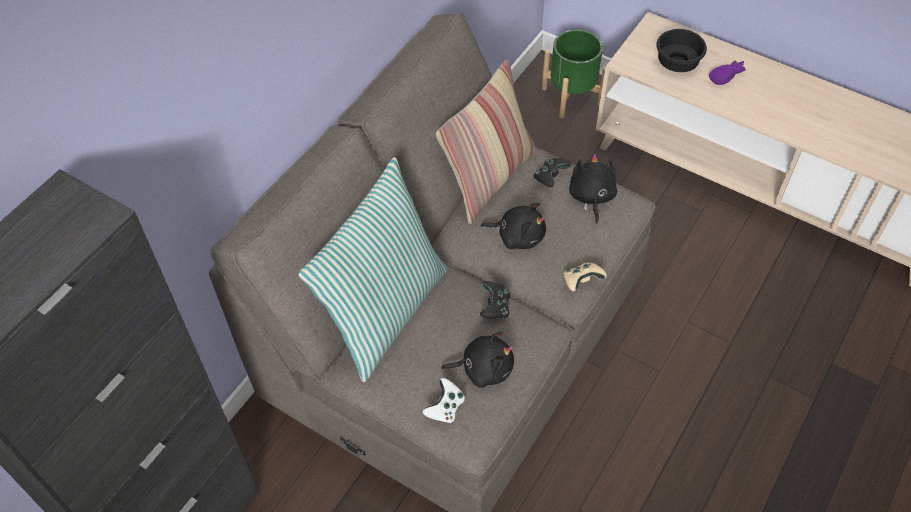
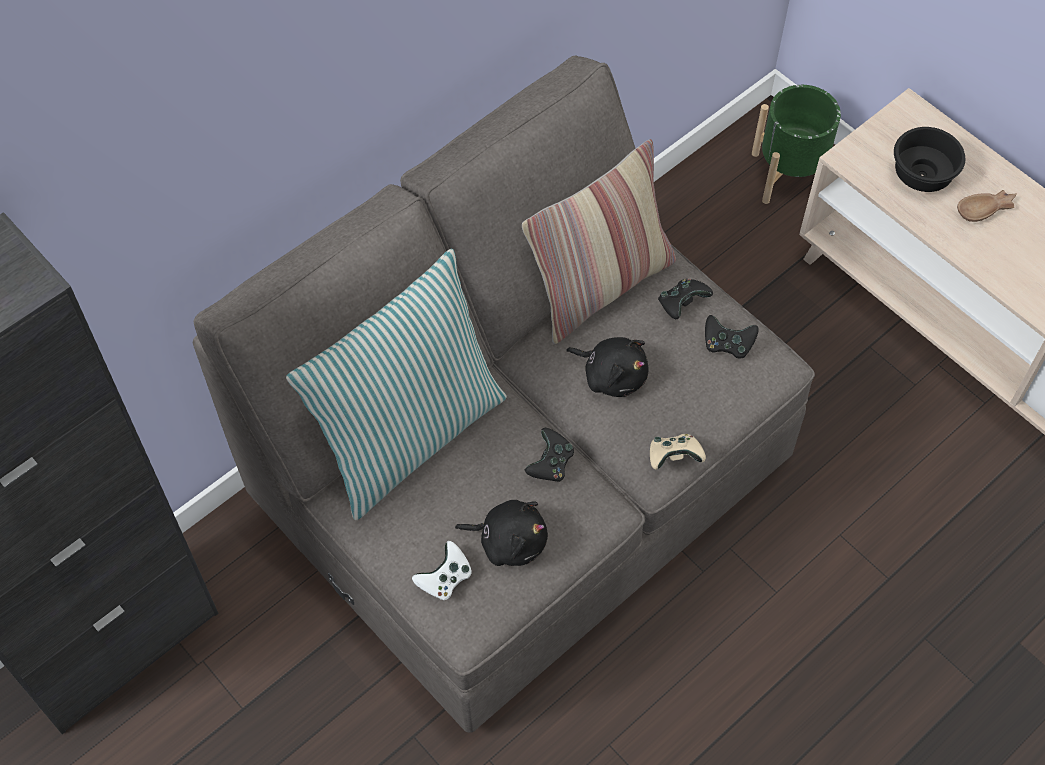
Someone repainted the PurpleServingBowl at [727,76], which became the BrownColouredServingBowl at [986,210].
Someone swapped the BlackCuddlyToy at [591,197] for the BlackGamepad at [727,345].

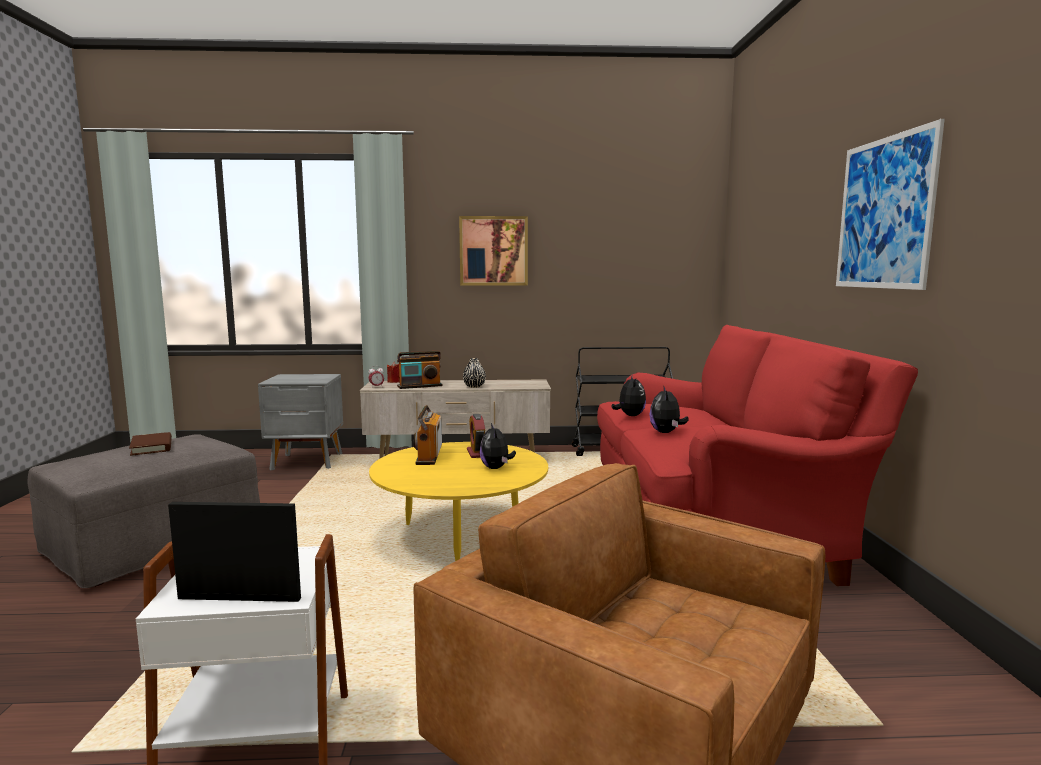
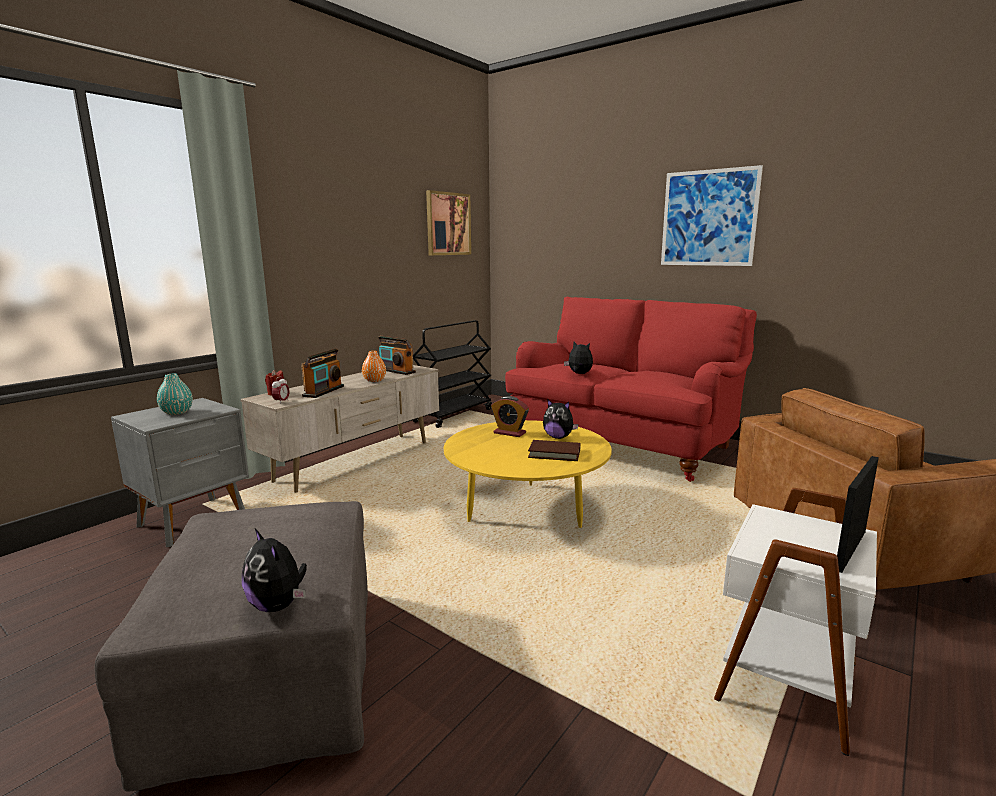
Someone carried the WallArt from [493,251] to [448,224].
Someone repainted the BlackVase at [474,386], which became the OrangeyVase at [374,380].
Someone carried the CuddlyToy from [666,432] to [278,605].
Someone carried the RadioReceiver from [428,456] to [396,371].
Someone carried the BrownColouredBook from [151,447] to [554,453].
Someone put down the TurquoiseColouredVase at [177,412].

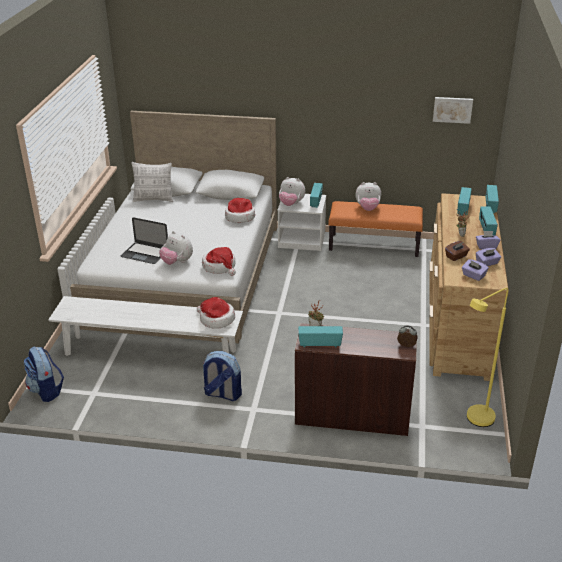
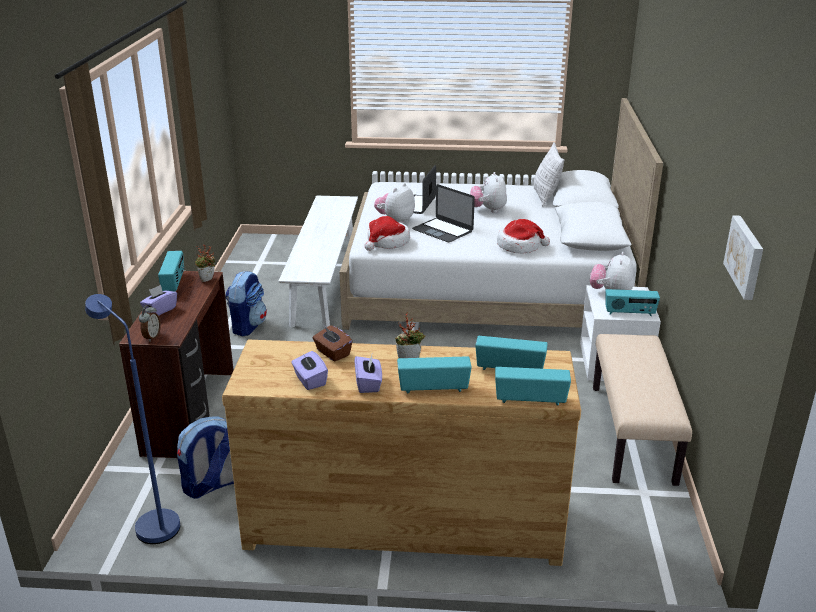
Someone carried the CuddlyToy from [367,208] to [488,210].
Someone repainted the OrangeyIndoorBench at [374,245], which became the SandColouredIndoorBench at [633,434].
Someone carried the PurpleTissueHolder from [473,276] to [160,310].
Someone repainted the YellowStandardLamp at [475,420], which became the BluishStandardLamp at [152,522].
Someone took away the Hat at [216,319].
Someone carried the Rucksack from [46,391] to [211,485].
Someone put down the PortableComputer at [442,230].

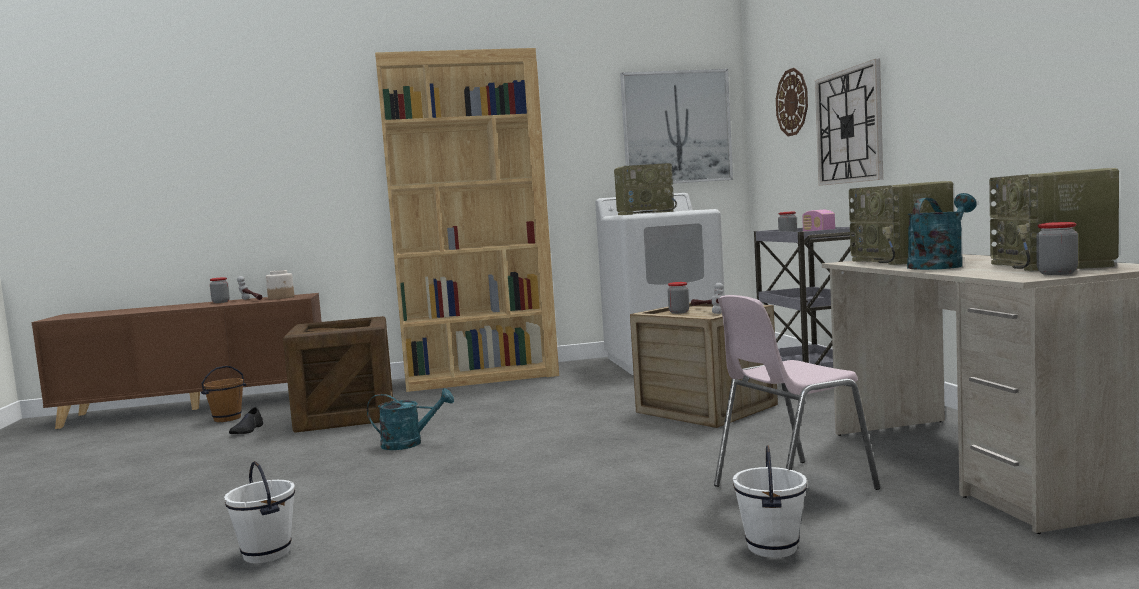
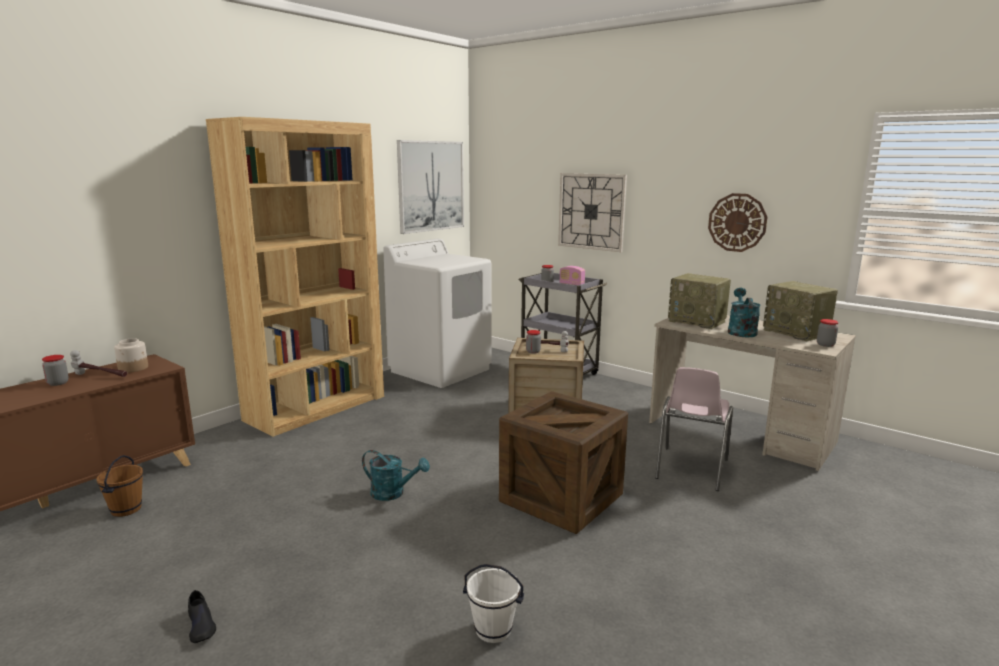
Someone carried the WallClock from [792,102] to [737,222].
Someone took away the RadioReceiver at [646,213].
Someone carried the ShippingCrate from [346,415] to [561,498].
Someone rotated the TurquoiseColouredSprinklingCan at [409,443] by 60 degrees clockwise.
Someone carried the BlackItemOfFootwear from [247,430] to [201,625].
Someone took away the WhiteBucket at [773,548].

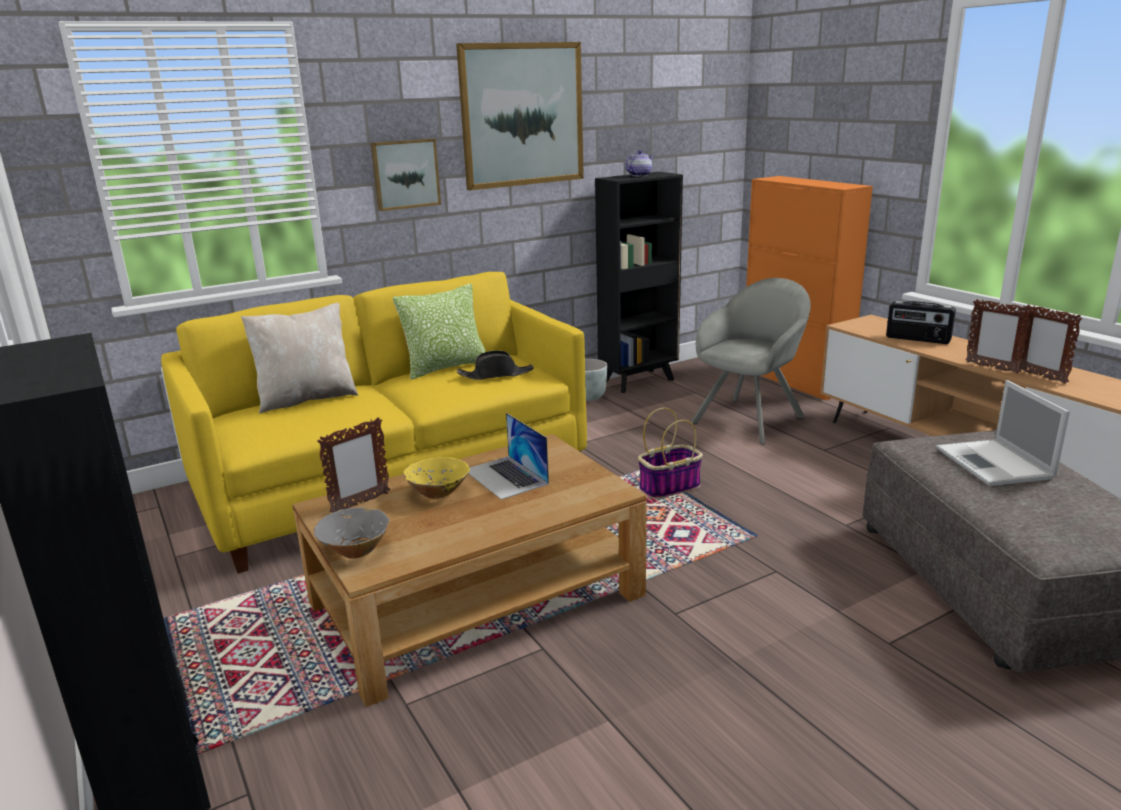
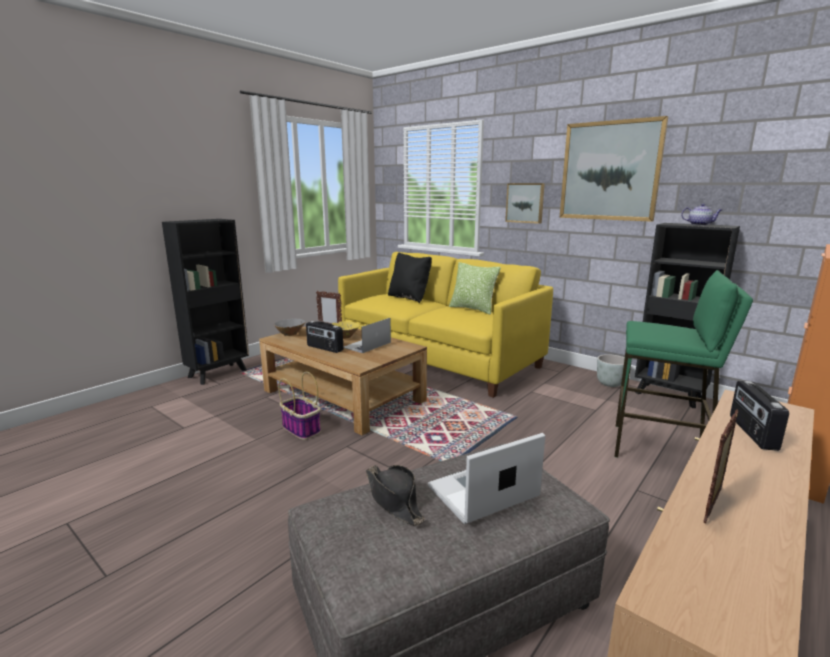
Someone swapped the GreyishLoungeChair at [751,418] for the GreenishSittingStool at [660,448].
Someone took away the PictureFrame at [991,367].
Someone repainted the SandColouredCushion at [307,399], which became the BlackCushion at [409,298].
Someone carried the BlackHat from [496,375] to [394,500].
Someone carried the StorageBasket from [670,487] to [302,429].
Someone put down the RadioReceiver at [324,348].

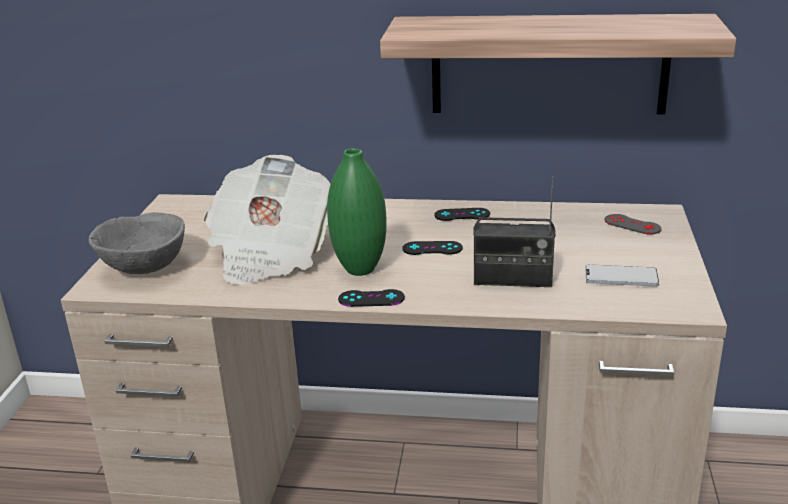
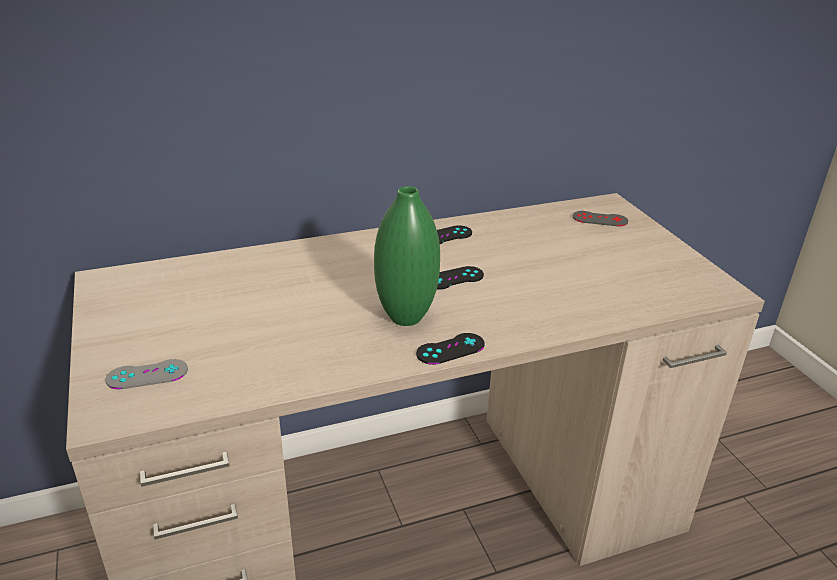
Someone took away the BracketShelf at [548,65].
Someone took away the PrintedPaper at [270,252].
Someone took away the RadioReceiver at [512,279].
Someone swapped the GreyishServingBowl at [143,268] for the GreyishGamepad at [147,375].
Someone took away the Handset at [621,277].

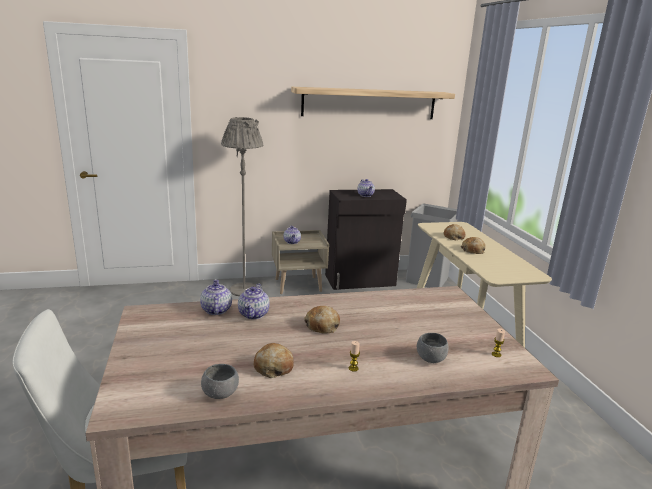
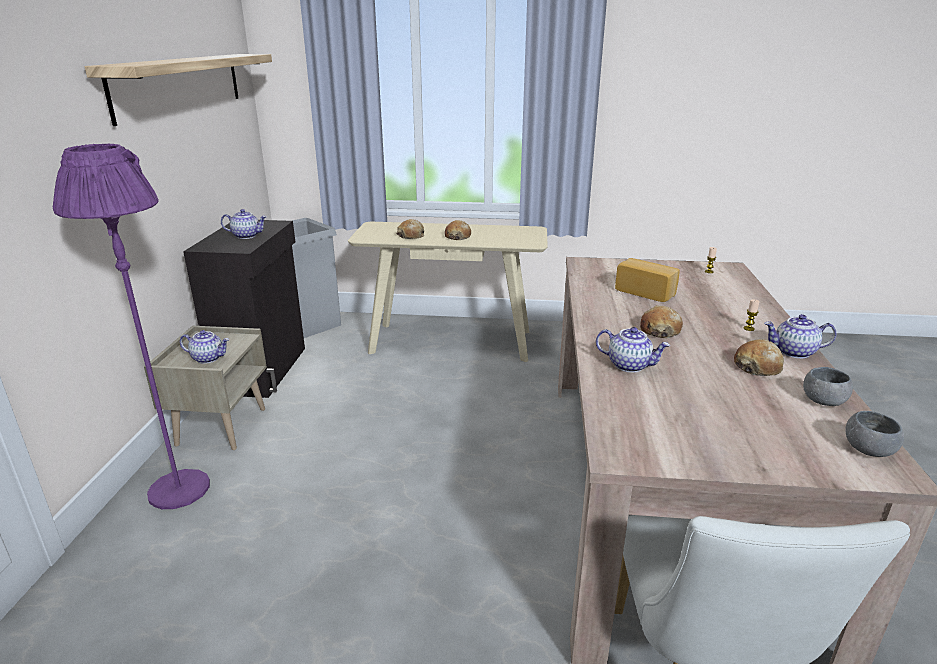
Someone repainted the GreyishStandardLamp at [244,290], which became the PurpleStandardLamp at [179,489].
Someone carried the Teapot from [216,310] to [794,352].
Someone carried the GreyishServingBowl from [430,358] to [868,450].
Someone put down the BakeryBread at [646,292].

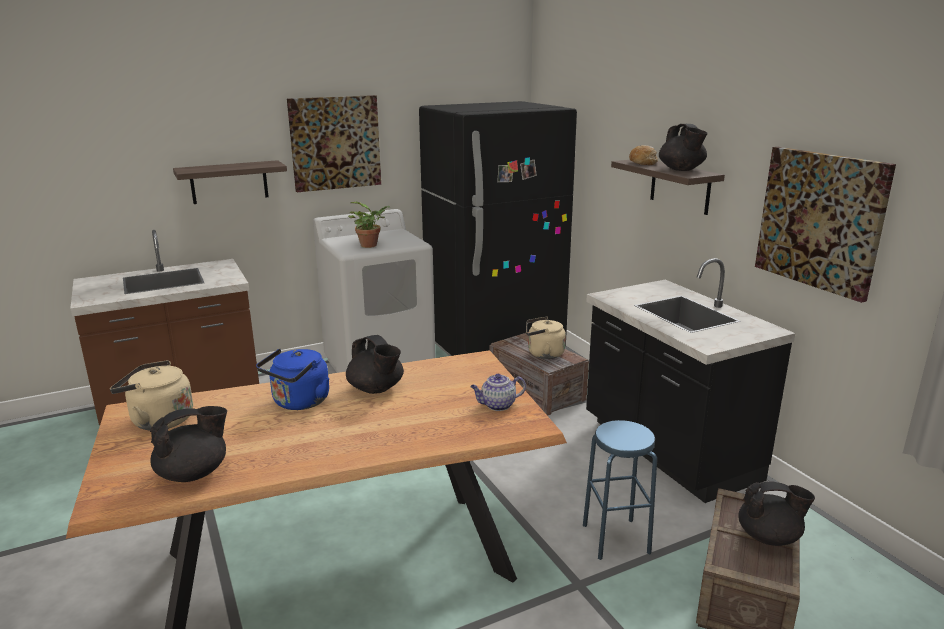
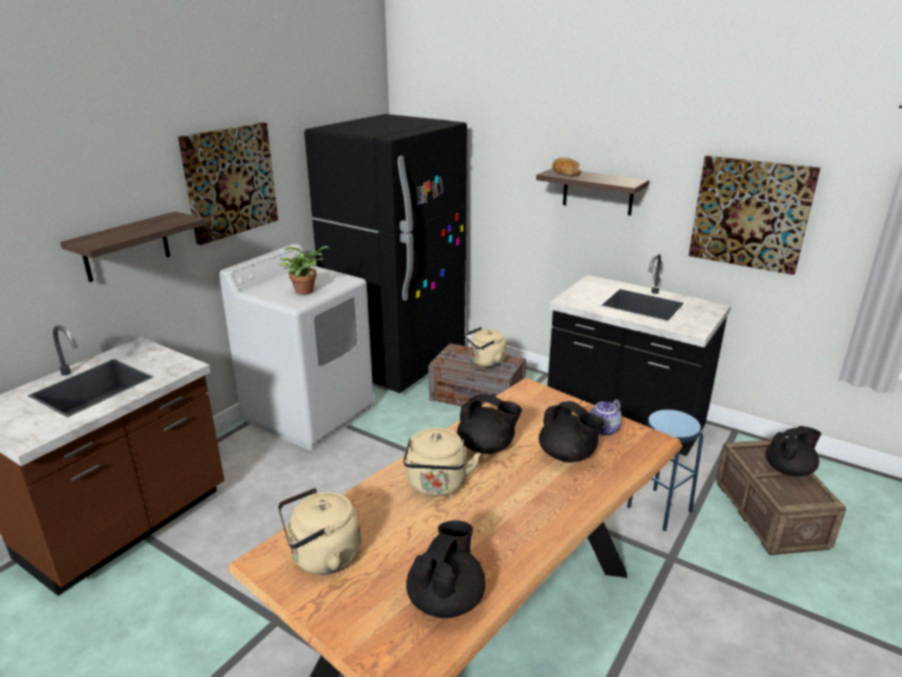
Someone carried the BlackTeapot from [681,170] to [568,455].
Someone repainted the BluishKettle at [299,403], which became the SandColouredKettle at [437,485].

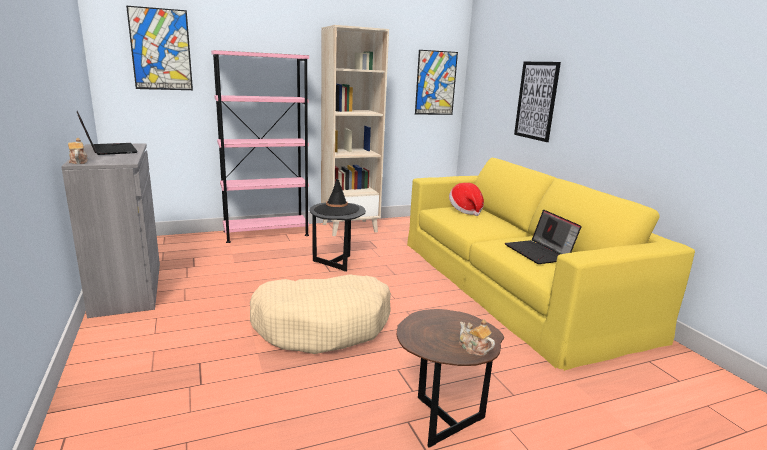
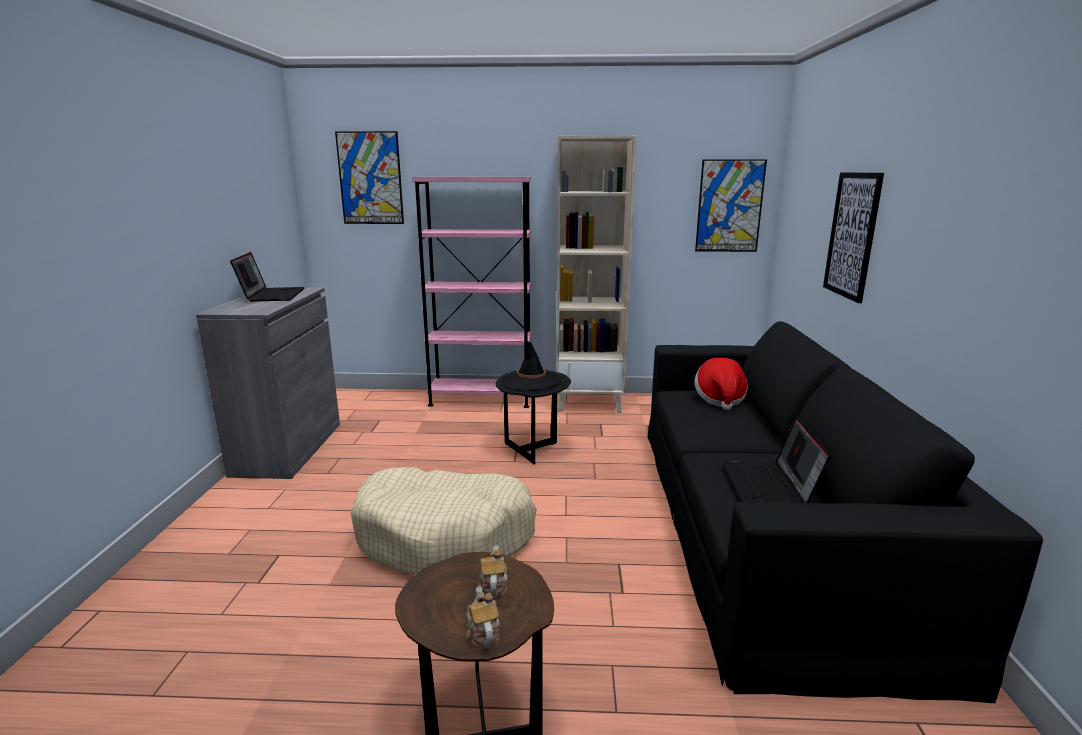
Someone carried the Teapot from [78,162] to [493,585].
Someone repainted the YellowCouch at [514,284], which became the BlackCouch at [766,524].

